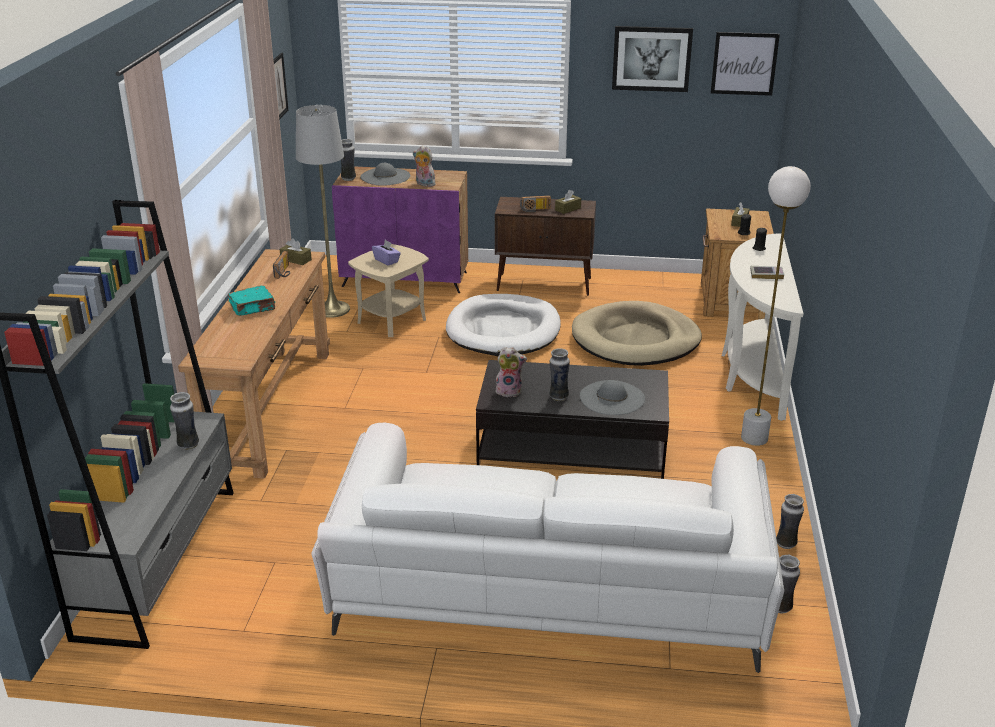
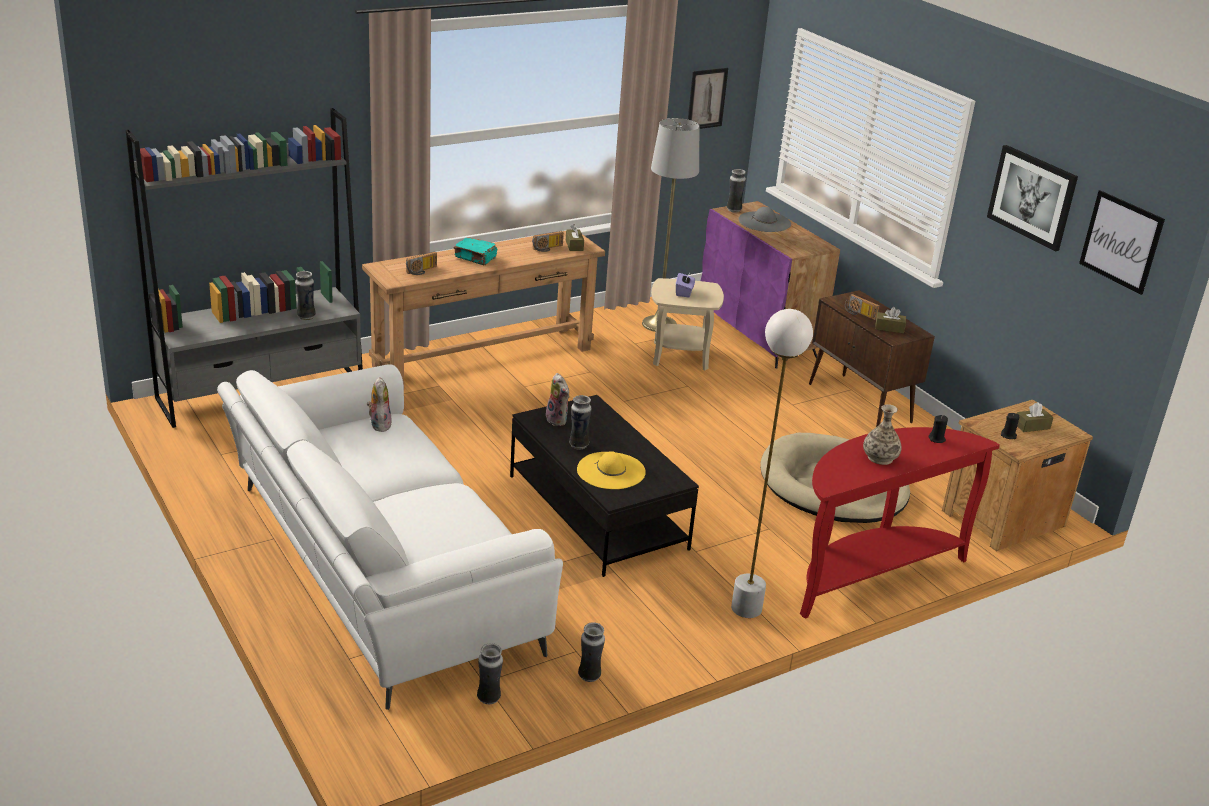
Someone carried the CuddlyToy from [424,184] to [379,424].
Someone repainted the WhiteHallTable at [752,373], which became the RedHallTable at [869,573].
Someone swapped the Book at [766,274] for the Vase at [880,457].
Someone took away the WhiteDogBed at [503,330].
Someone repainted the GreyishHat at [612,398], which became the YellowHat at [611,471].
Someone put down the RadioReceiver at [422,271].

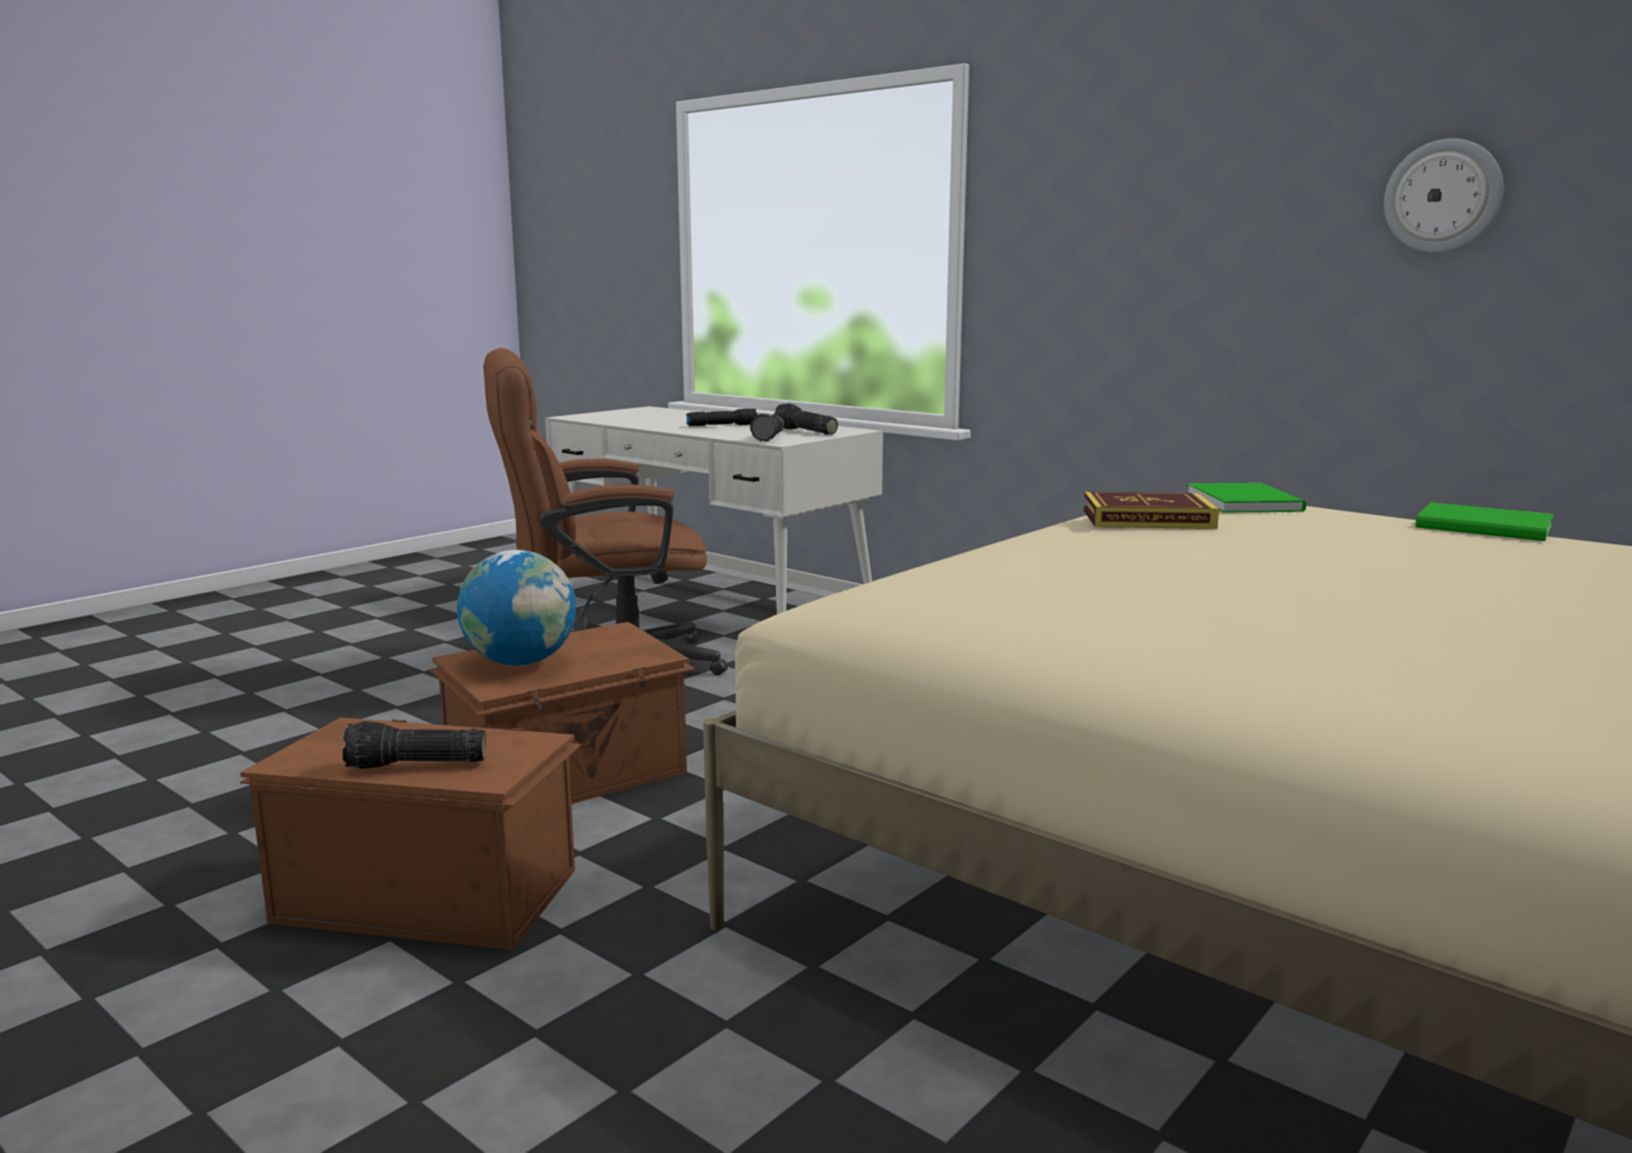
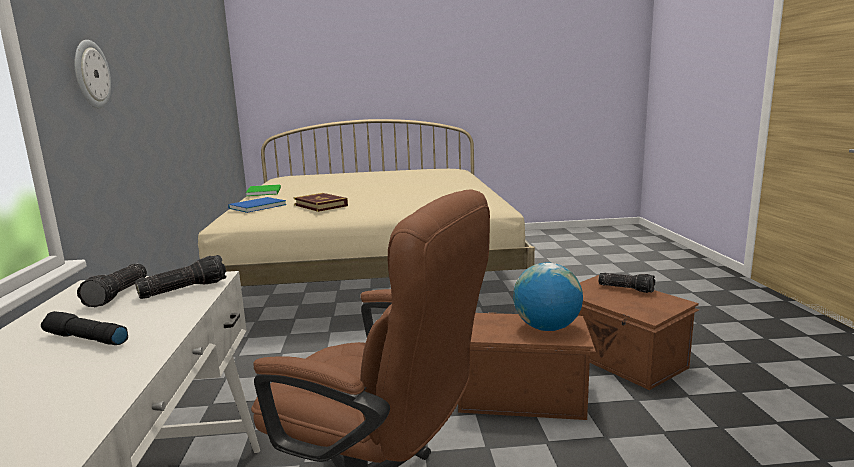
Someone carried the WallClock from [1442,196] to [91,74].
Someone repainted the GreenishBook at [1245,501], which became the BluishBook at [255,206].

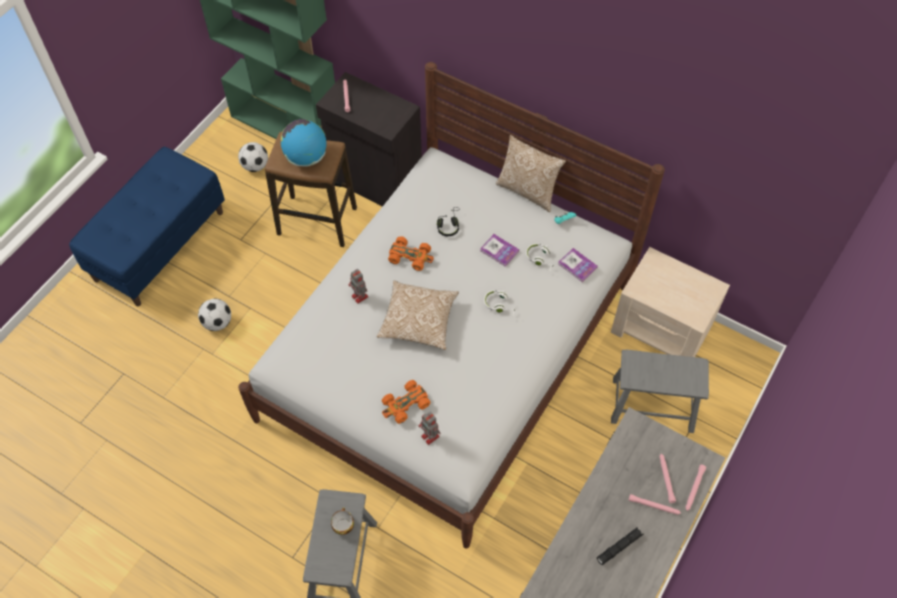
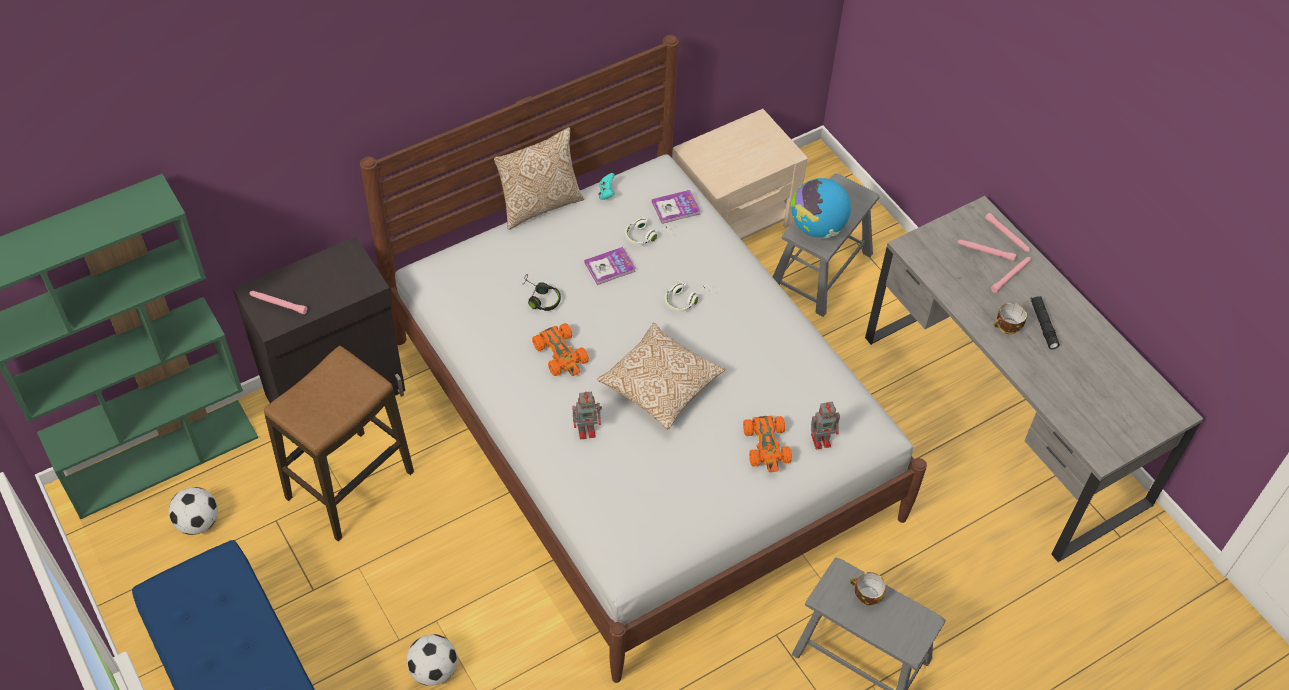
Someone carried the DeskGlobe from [306,157] to [817,227].
Someone rotated the OrangeyMiniatureCar at [410,256] by 105 degrees clockwise.
Someone put down the DrinkingCup at [1007,327].

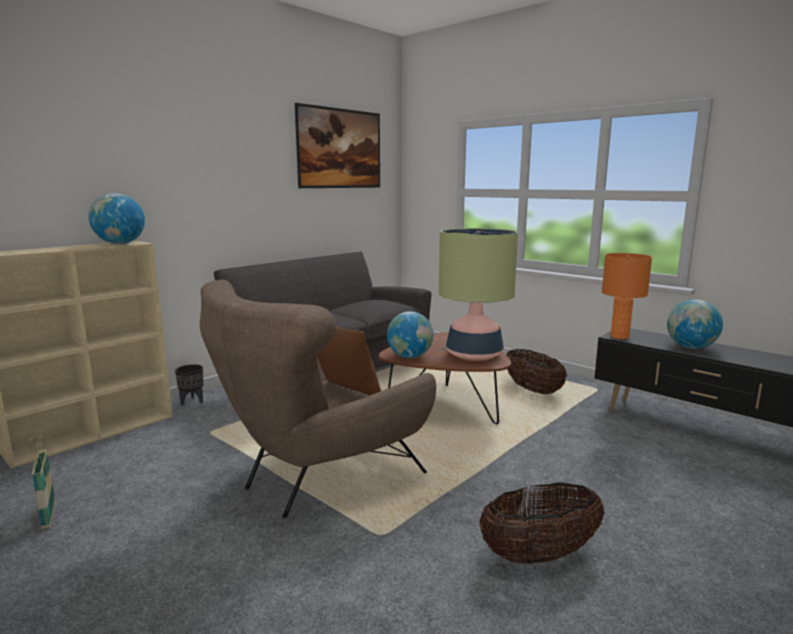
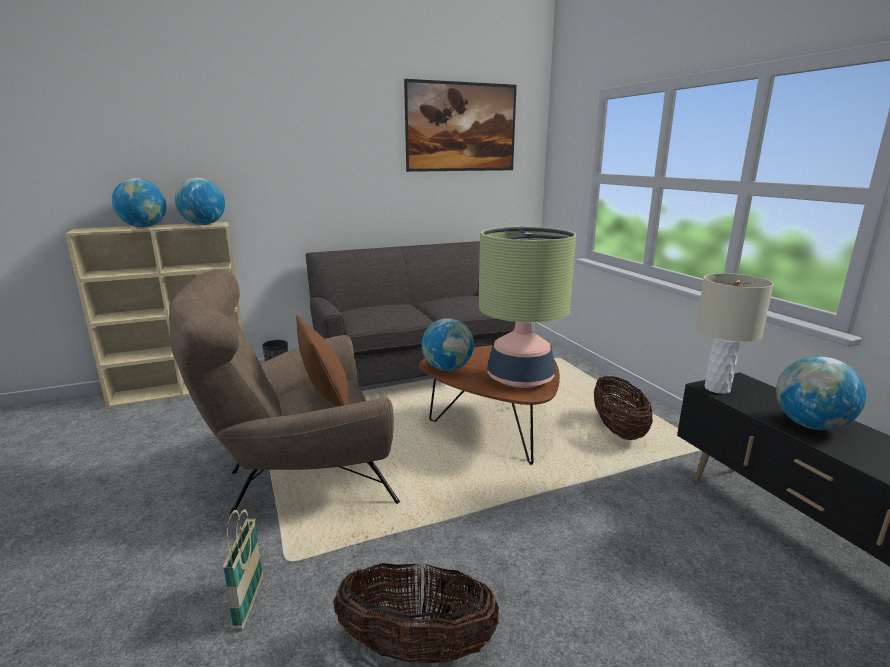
Someone repainted the OrangeyTabletopLamp at [619,336], which became the SandColouredTabletopLamp at [717,388].
Someone carried the StorageBasket from [49,515] to [249,602].
Someone put down the DeskGlobe at [144,227].

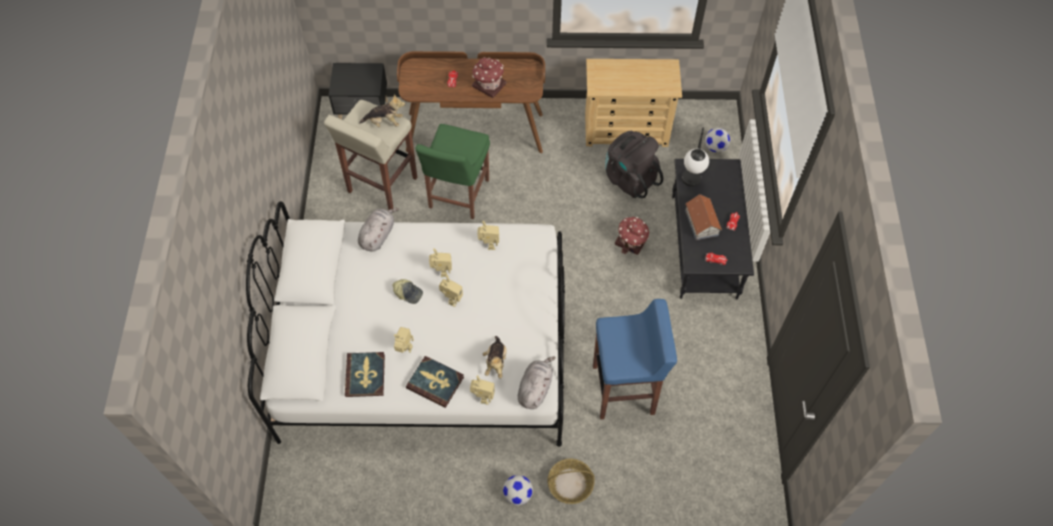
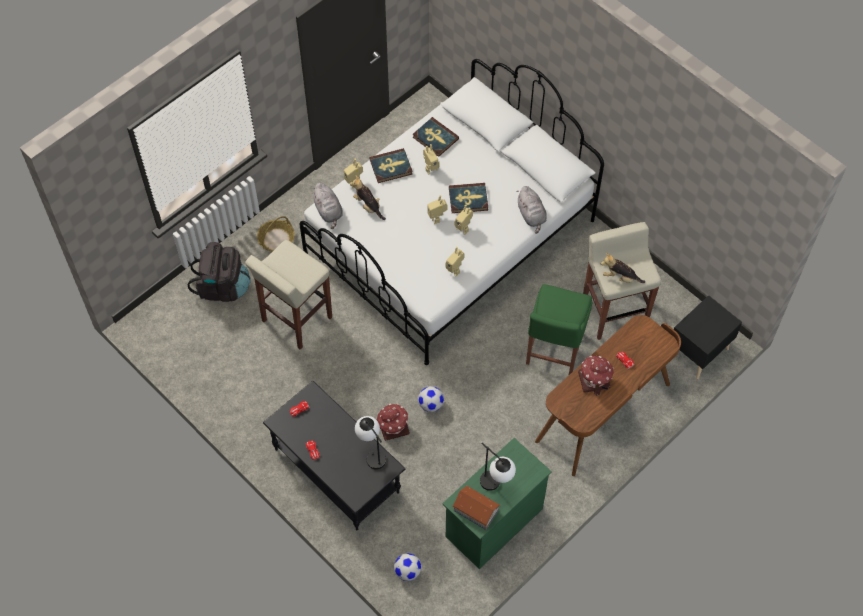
Someone repainted the SandColouredDrawerChest at [626,129], which became the GreenishDrawerChest at [493,523].
Someone rotated the CuddlyToy at [385,122] by 60 degrees clockwise.
Someone rotated the GreenishUprightChair at [457,196] by 135 degrees counterclockwise.
Someone carried the BlackRucksack from [629,178] to [223,287].
Someone carried the MiniatureHouse from [701,223] to [475,510].
Someone swapped the PeakedCap at [408,293] for the Book at [468,199].
Someone repainted the BluishSittingStool at [624,390], which became the SandColouredSittingStool at [296,319].
Someone carried the BallForFootball from [518,494] to [431,404].
Someone put down the TabletopLamp at [496,486].

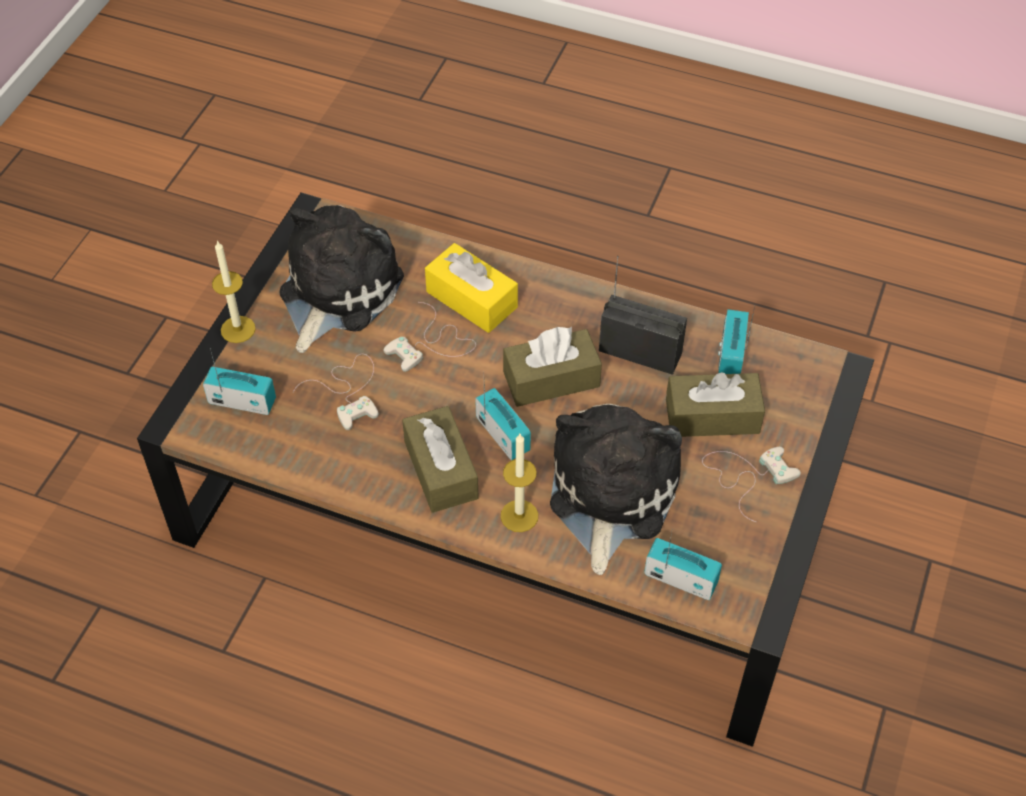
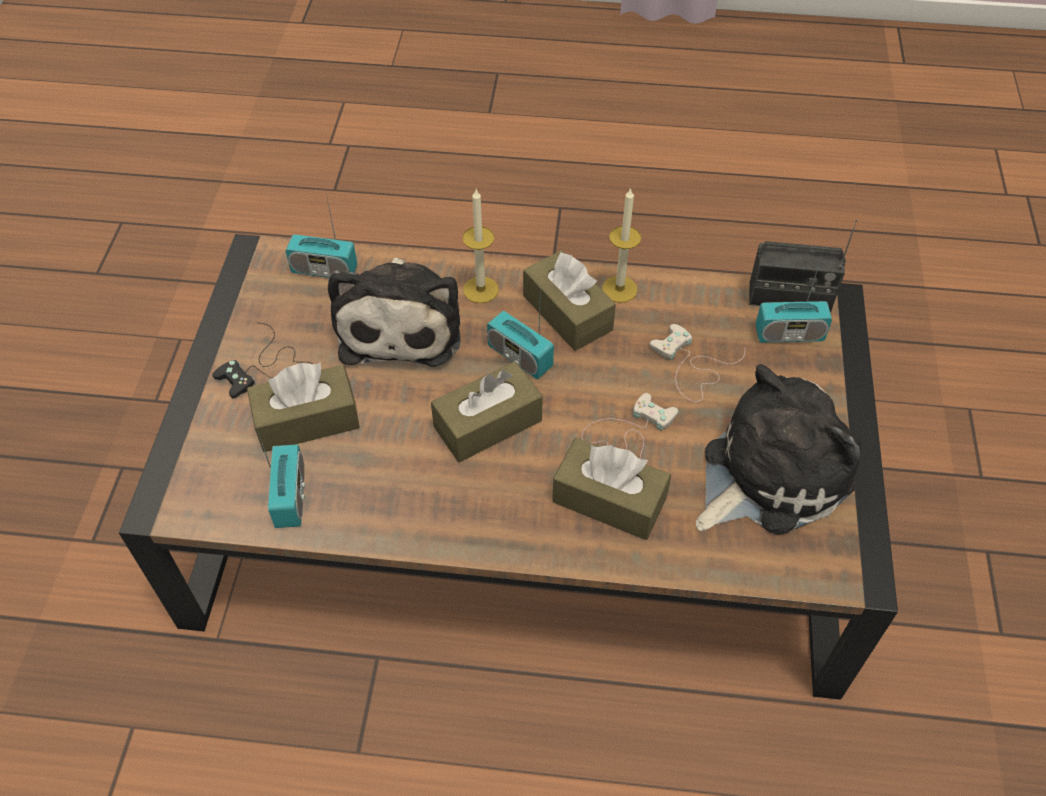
Someone rotated the CuddlyToy at [335,292] by 135 degrees counterclockwise.
Someone carried the WaxCandle from [238,329] to [619,289].
Someone repainted the YellowTissueHolder at [471,299], which became the BrownColouredTissueHolder at [609,500].
Someone carried the RadioReceiver from [640,352] to [789,298].
Someone repainted the WhiteGamepad at [747,475], which became the BlackGamepad at [267,368].

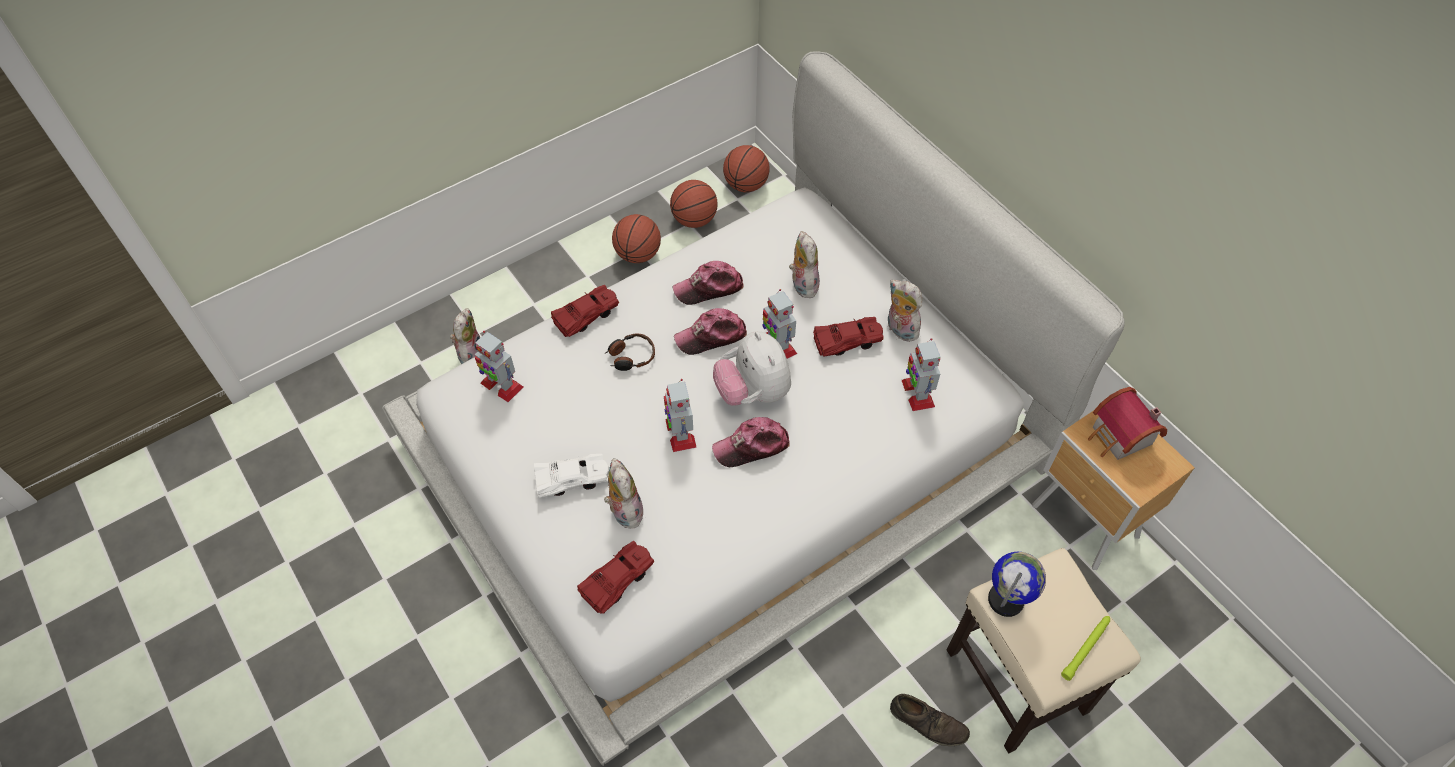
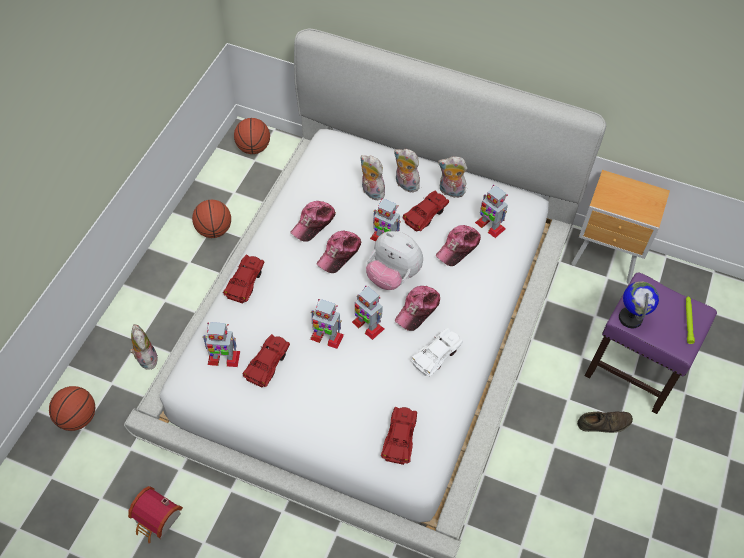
Someone carried the Basketball from [694,220] to [77,418].
Someone took away the Headset at [631,356].
Someone carried the MiniatureHouse from [1120,438] to [157,521].
Someone carried the WhiteMiniatureCar from [572,479] to [437,355].
Someone carried the CuddlyToy from [624,511] to [405,185].
Someone repainted the SandColouredSittingStool at [1018,682], which became the PurpleSittingStool at [634,371].
Someone put down the PeakedCap at [458,248].
Someone put down the ToyRobot at [326,337].
Someone put down the RedMiniatureCar at [268,363].

